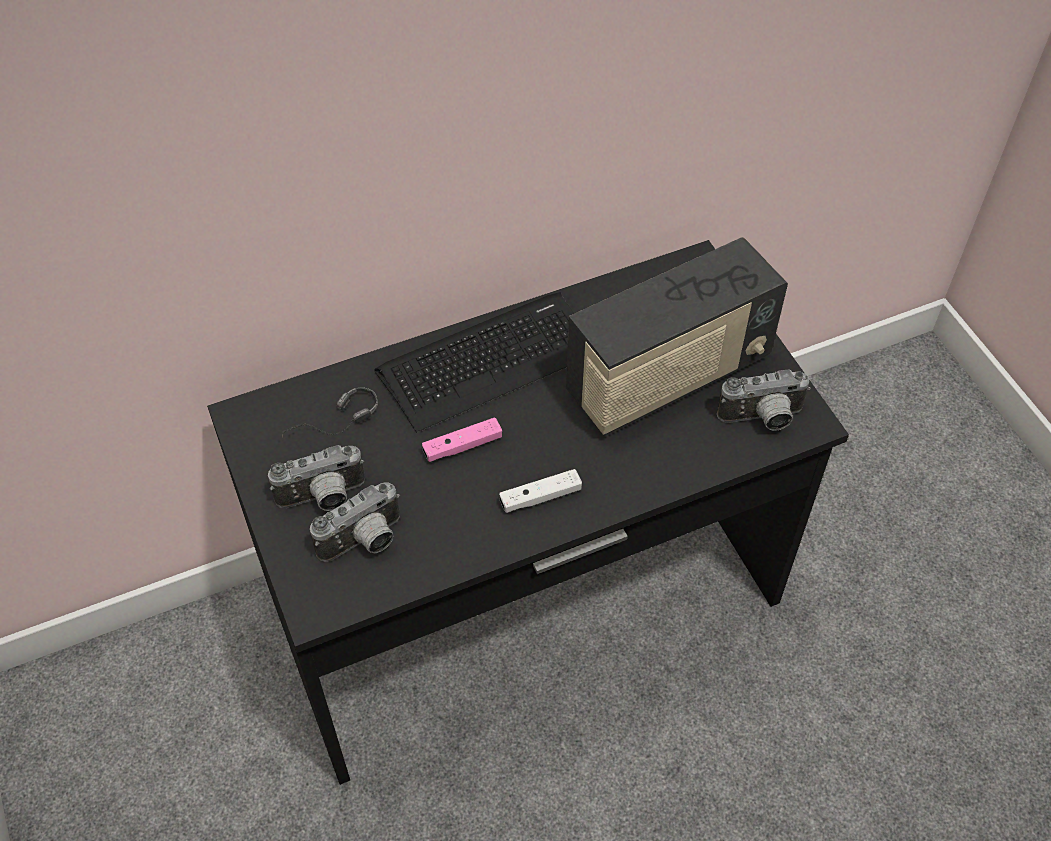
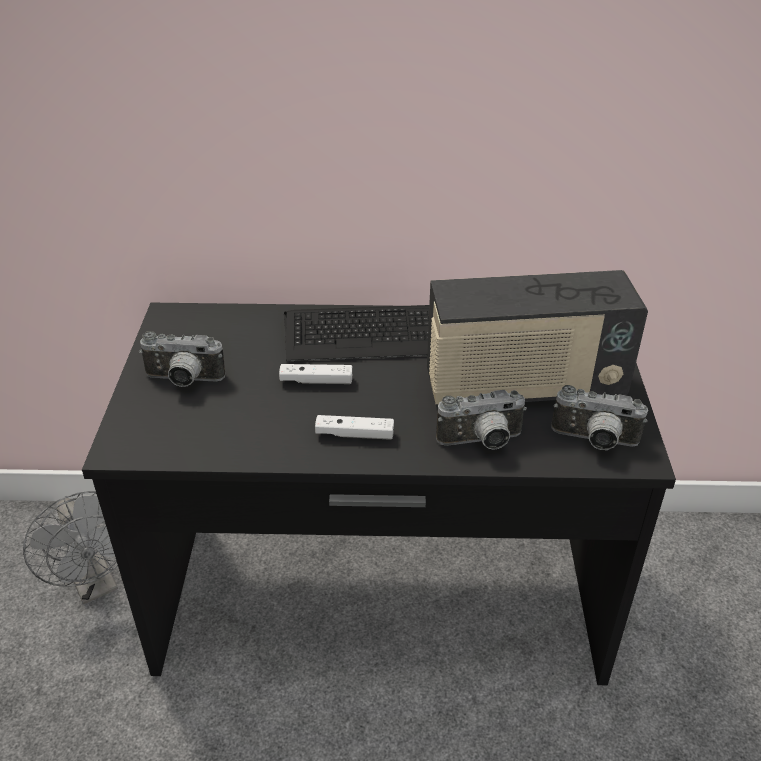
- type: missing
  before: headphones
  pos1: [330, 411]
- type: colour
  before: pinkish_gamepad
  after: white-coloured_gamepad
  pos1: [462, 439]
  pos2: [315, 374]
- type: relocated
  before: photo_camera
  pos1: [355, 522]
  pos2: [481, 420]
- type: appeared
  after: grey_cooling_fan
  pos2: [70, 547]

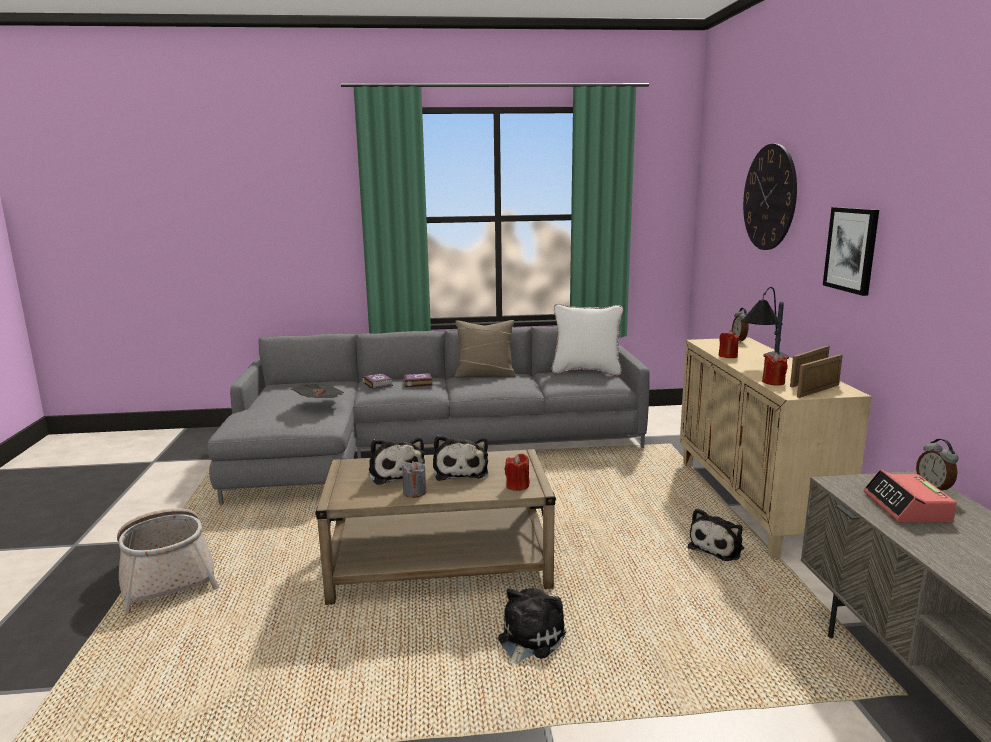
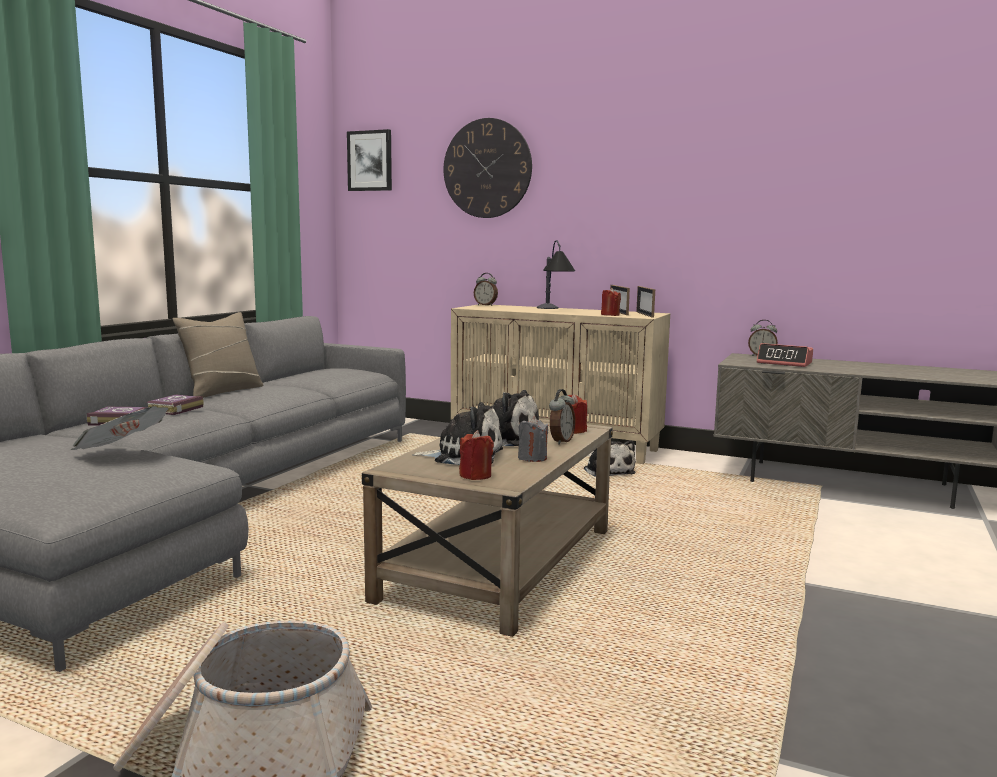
- type: relocated
  before: wall_picture
  pos1: [851, 251]
  pos2: [369, 160]
- type: missing
  before: white-coloured_cushion
  pos1: [587, 340]
- type: relocated
  before: red-coloured_candle
  pos1: [729, 344]
  pos2: [476, 455]
- type: missing
  before: cuddly_toy
  pos1: [532, 627]
- type: appeared
  after: table_clock
  pos2: [562, 417]

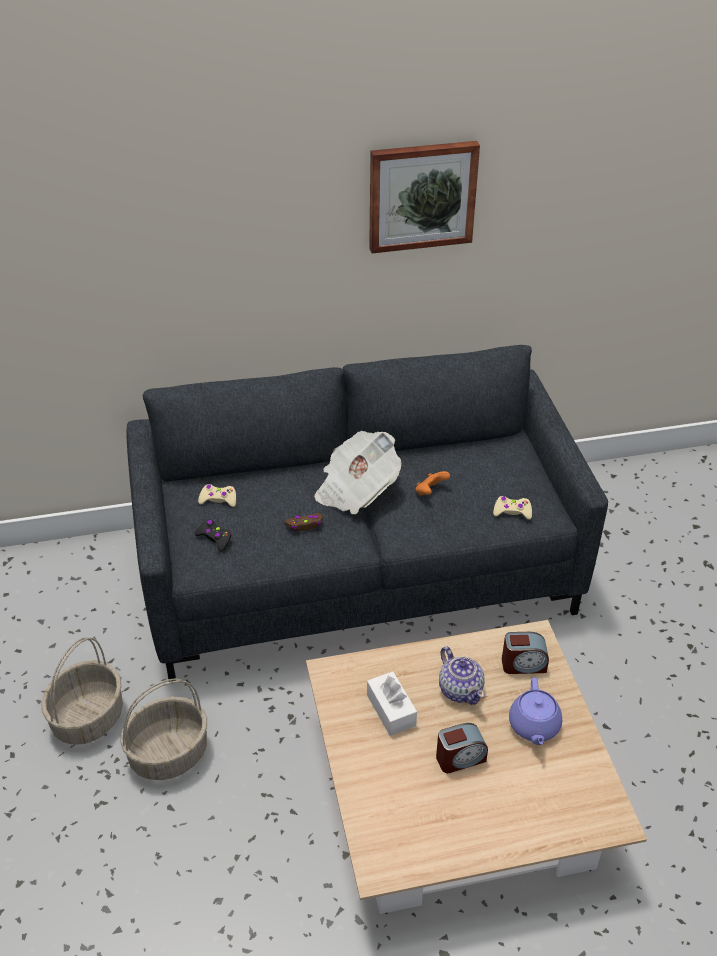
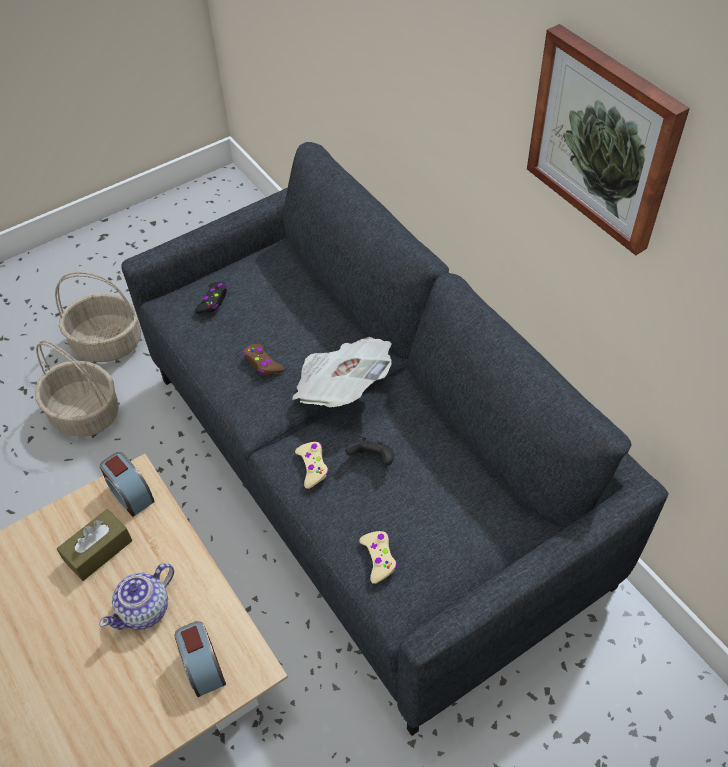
- type: colour
  before: orange_gamepad
  after: black_gamepad
  pos1: [433, 483]
  pos2: [369, 451]
- type: relocated
  before: beige-coloured_gamepad
  pos1: [217, 495]
  pos2: [312, 465]
- type: colour
  before: white-coloured_box_of_tissues
  after: brownish_box_of_tissues
  pos1: [392, 703]
  pos2: [94, 545]
- type: missing
  before: purple-coloured_tea_pot
  pos1: [535, 711]
- type: relocated
  before: table_clock
  pos1: [462, 748]
  pos2: [127, 484]

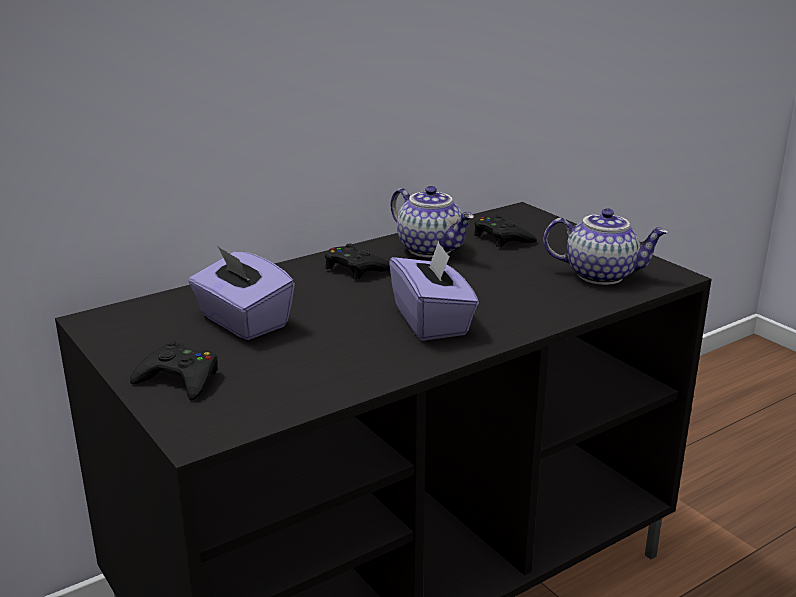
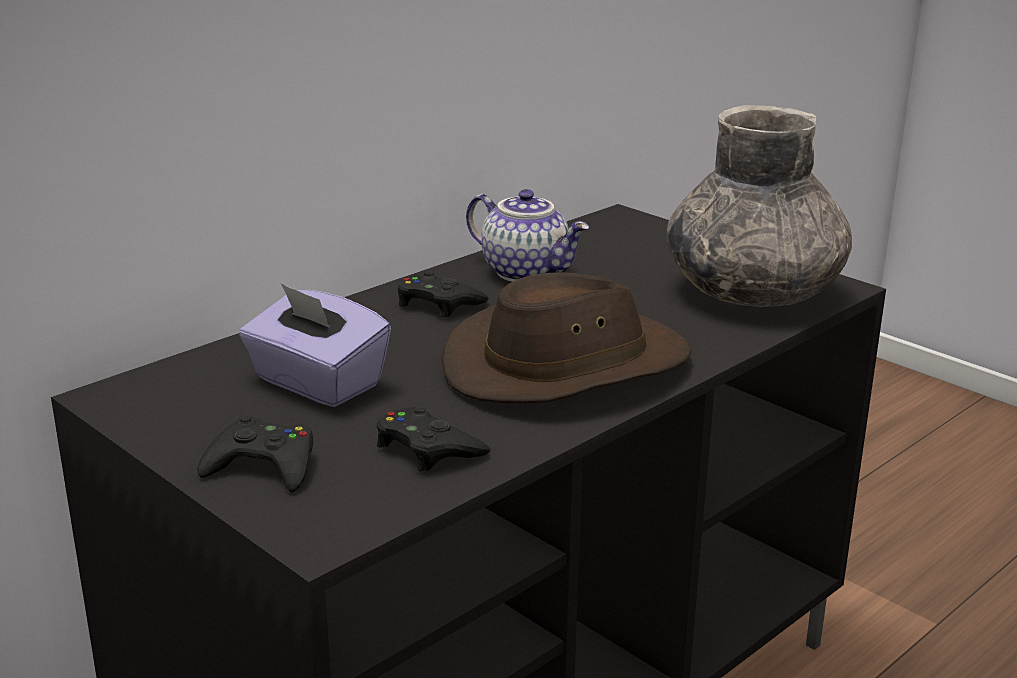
- type: exchanged
  before: tea_pot
  after: grey_vase
  pos1: [606, 246]
  pos2: [759, 206]
- type: relocated
  before: black_gamepad
  pos1: [505, 231]
  pos2: [433, 439]
- type: exchanged
  before: purple-coloured_box_of_tissues
  after: brownish_hat
  pos1: [434, 291]
  pos2: [567, 338]

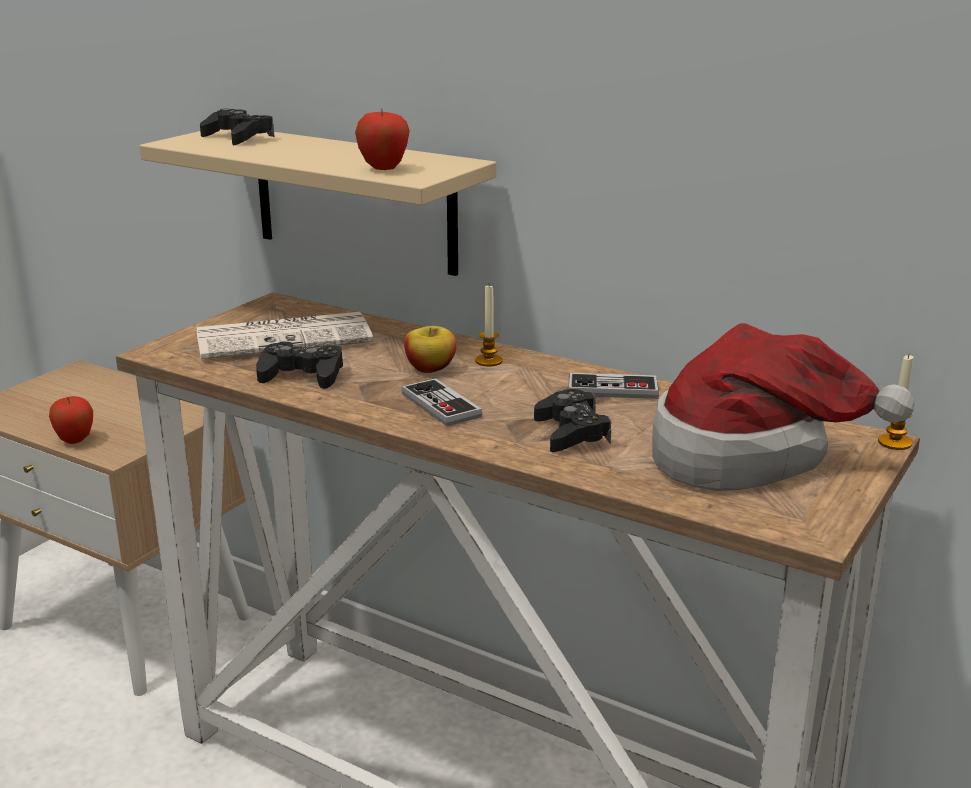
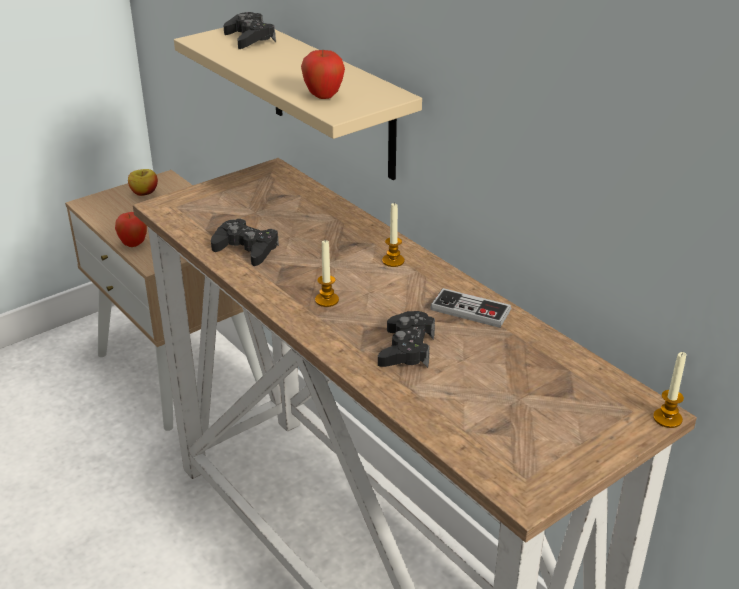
- type: missing
  before: daily_paper
  pos1: [284, 335]
- type: missing
  before: hat
  pos1: [783, 407]
- type: relocated
  before: apple_fruit
  pos1: [430, 349]
  pos2: [143, 182]
- type: exchanged
  before: gamepad
  after: candle
  pos1: [441, 402]
  pos2: [327, 273]

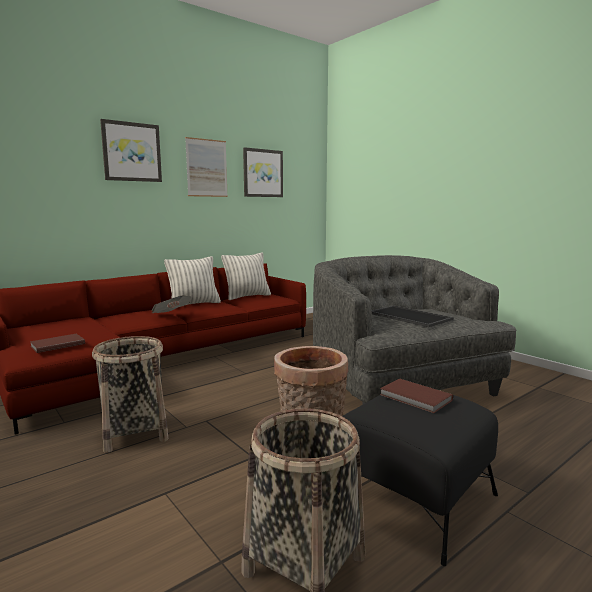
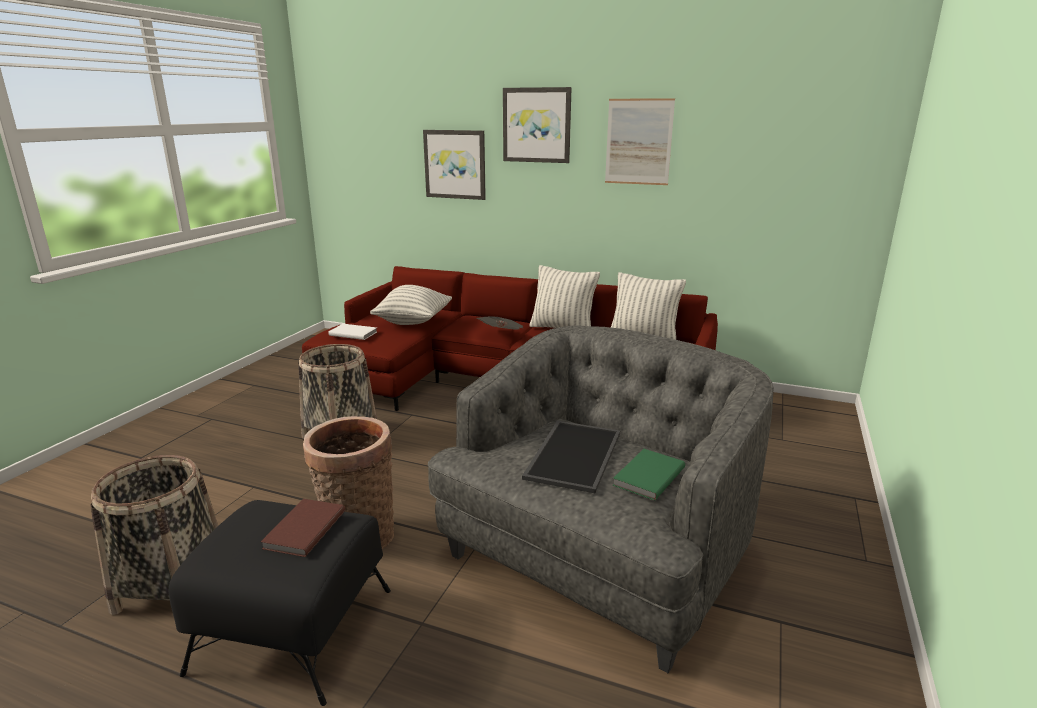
- type: relocated
  before: wall_picture
  pos1: [263, 172]
  pos2: [454, 165]
- type: colour
  before: brownish_bound_book
  after: white-coloured_bound_book
  pos1: [57, 343]
  pos2: [352, 332]
- type: appeared
  after: cushion
  pos2: [411, 305]
- type: appeared
  after: green_bound_book
  pos2: [649, 474]

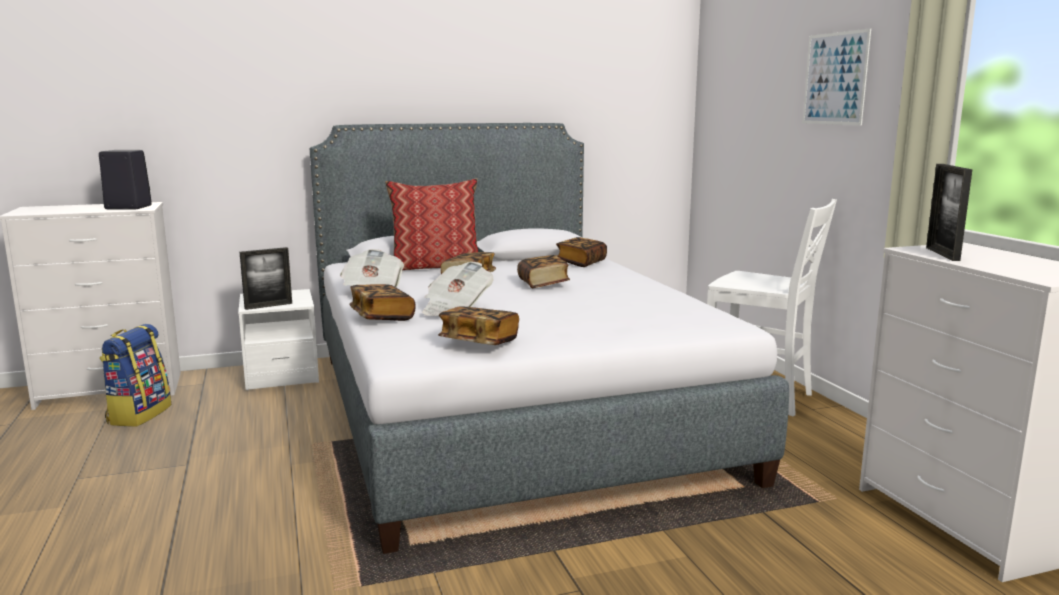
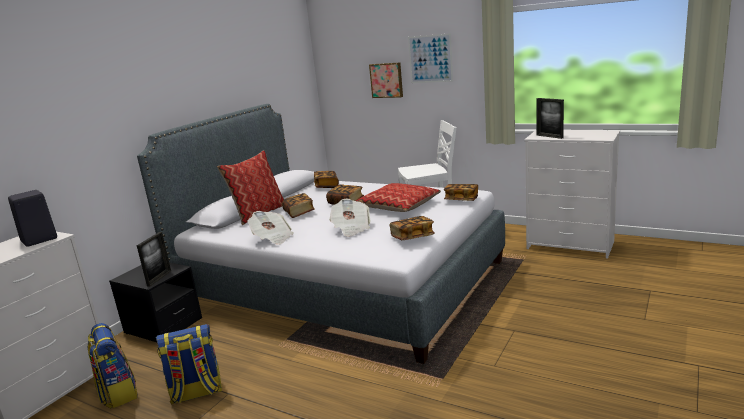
- type: relocated
  before: bound_book
  pos1: [382, 302]
  pos2: [461, 192]
- type: colour
  before: white-coloured_nightstand
  after: black_nightstand
  pos1: [278, 339]
  pos2: [155, 302]
- type: appeared
  after: wall_picture
  pos2: [386, 80]
- type: appeared
  after: cushion
  pos2: [398, 197]
- type: appeared
  after: rucksack
  pos2: [189, 364]

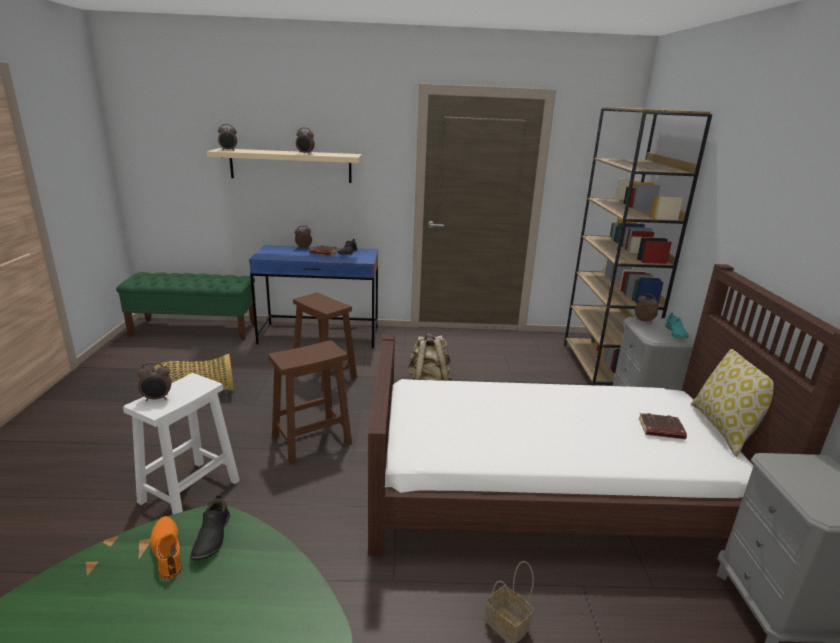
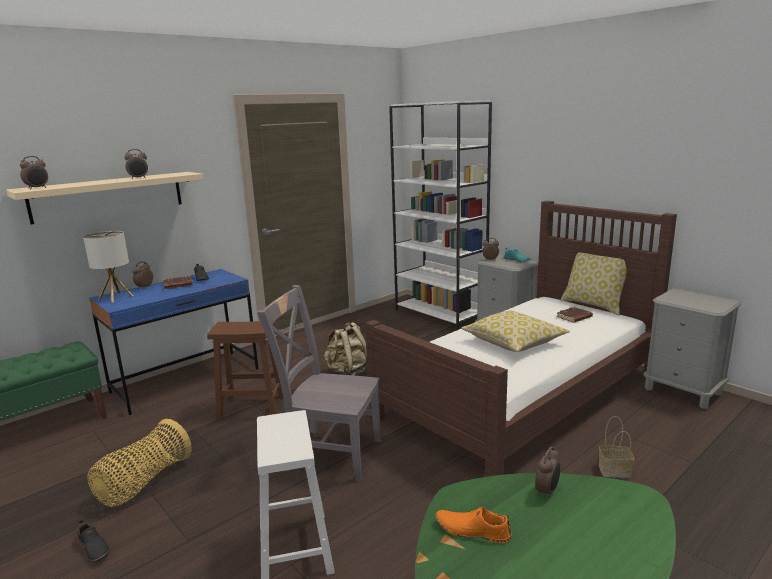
- type: colour
  before: brownish_shelving_unit
  after: white-coloured_shelving_unit
  pos1: [638, 246]
  pos2: [440, 216]
- type: exchanged
  before: brownish_stool
  after: grey_plain_chair
  pos1: [310, 402]
  pos2: [319, 383]
- type: relocated
  before: table_clock
  pos1: [154, 381]
  pos2: [547, 473]
- type: relocated
  before: black_item_of_footwear
  pos1: [210, 527]
  pos2: [93, 540]
- type: appeared
  after: table_lamp
  pos2: [108, 267]
- type: appeared
  after: cushion
  pos2: [515, 331]

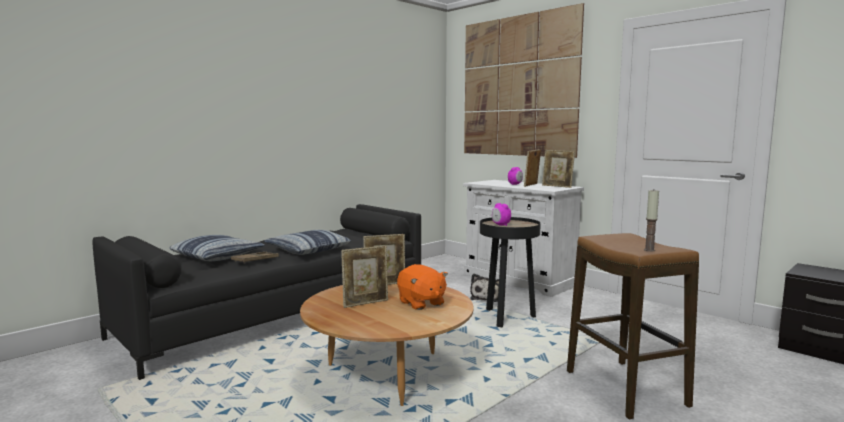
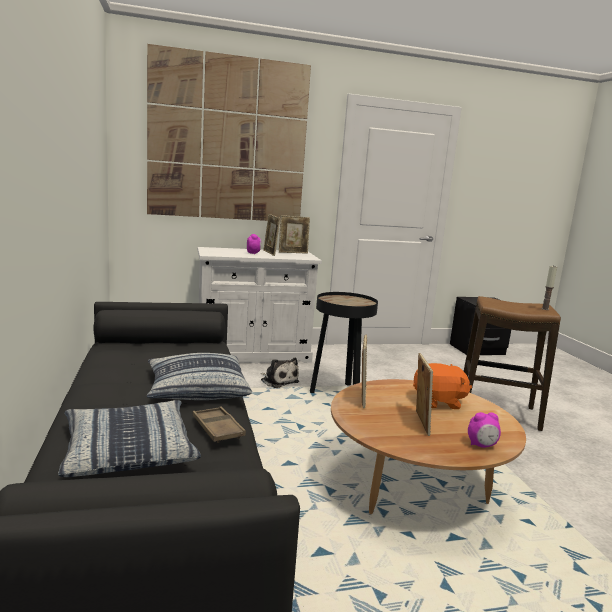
- type: relocated
  before: table_clock
  pos1: [501, 214]
  pos2: [484, 430]

